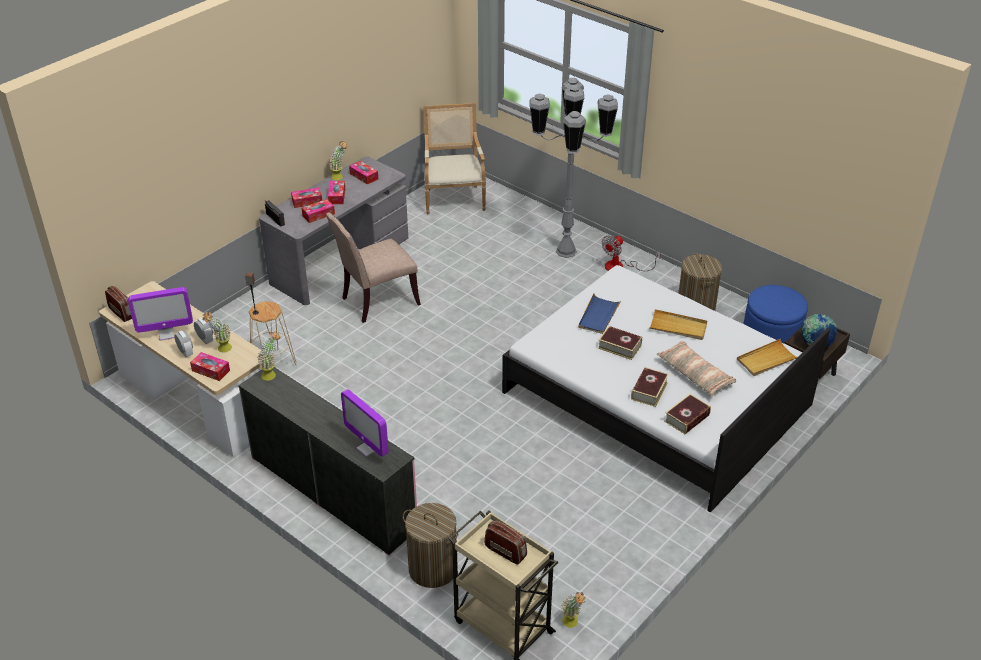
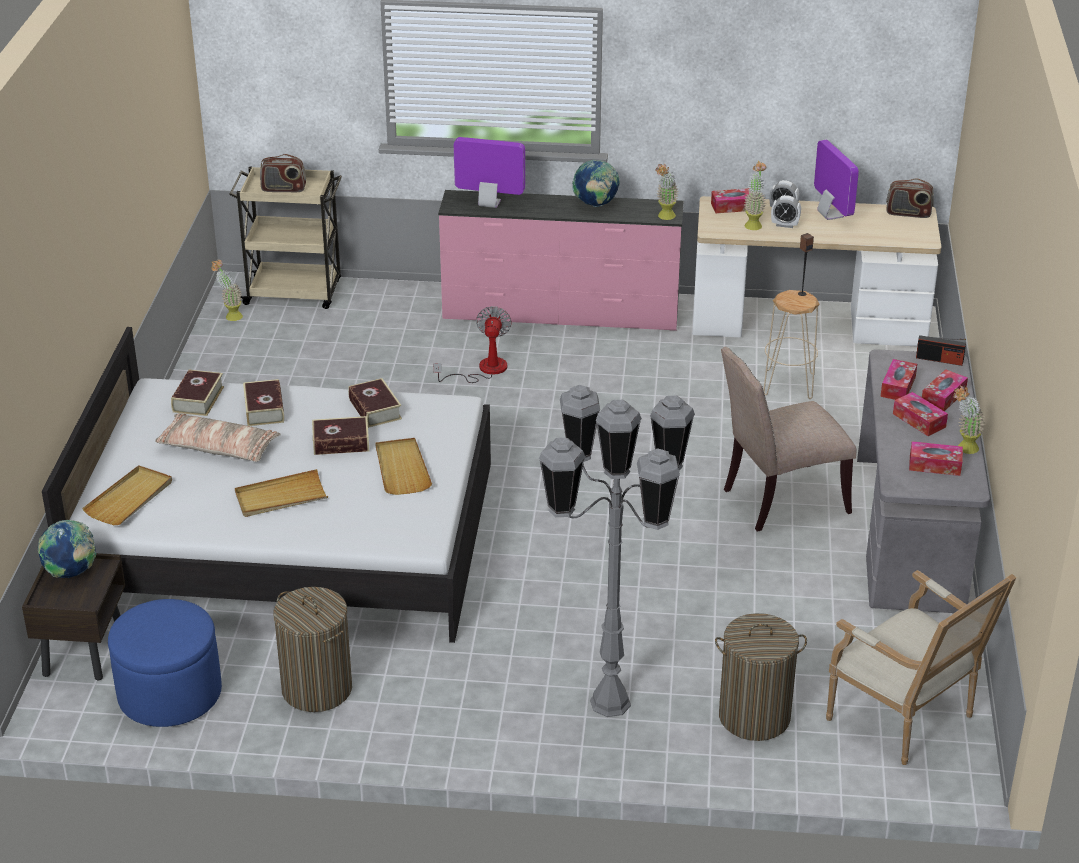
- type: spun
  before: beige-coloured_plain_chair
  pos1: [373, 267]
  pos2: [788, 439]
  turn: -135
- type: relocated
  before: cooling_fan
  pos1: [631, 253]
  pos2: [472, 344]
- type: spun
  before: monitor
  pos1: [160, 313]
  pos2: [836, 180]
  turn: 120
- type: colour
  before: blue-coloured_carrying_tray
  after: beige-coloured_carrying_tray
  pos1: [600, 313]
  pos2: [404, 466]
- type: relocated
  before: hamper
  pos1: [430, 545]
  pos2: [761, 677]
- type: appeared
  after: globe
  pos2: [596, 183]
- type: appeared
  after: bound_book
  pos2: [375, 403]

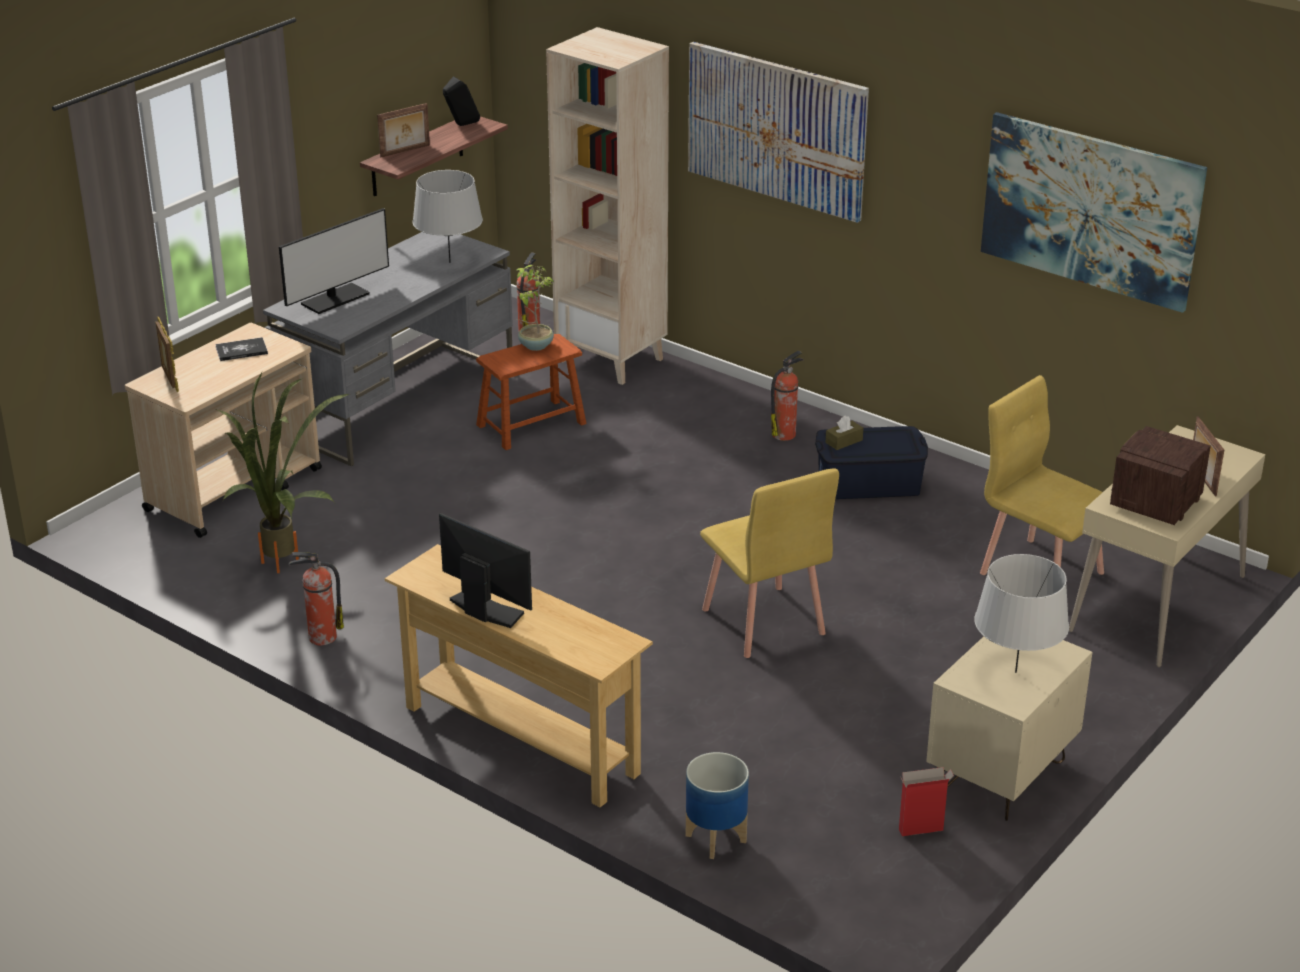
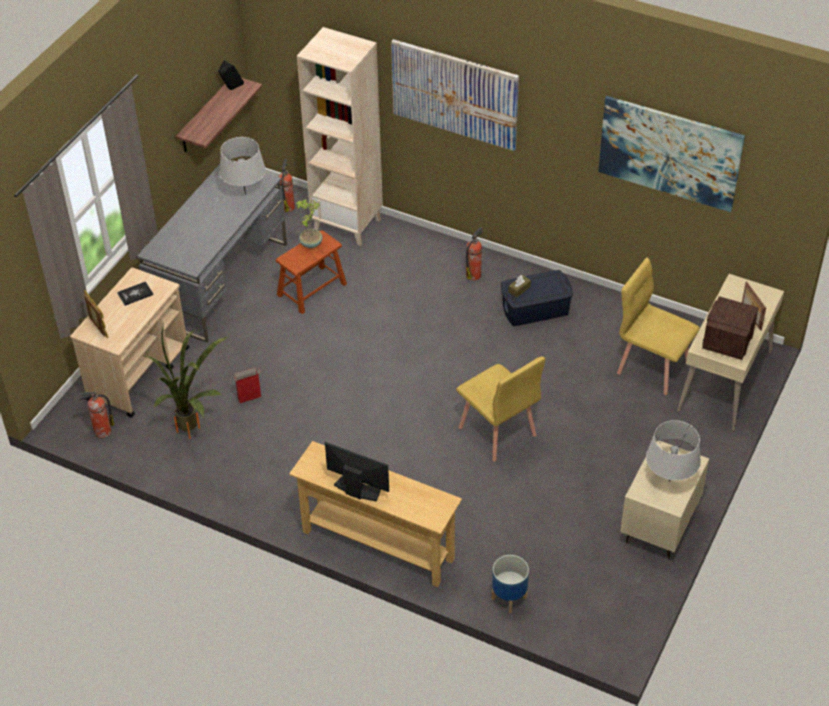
- type: missing
  before: standing_frame
  pos1: [403, 130]
- type: missing
  before: monitor
  pos1: [334, 261]
- type: relocated
  before: fire_extinguisher
  pos1: [316, 598]
  pos2: [96, 414]
- type: relocated
  before: carton
  pos1: [926, 801]
  pos2: [247, 385]

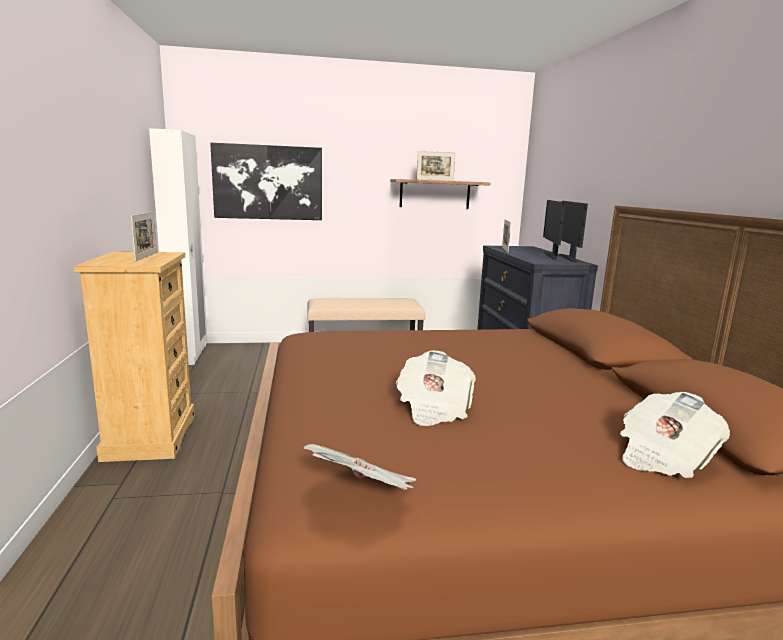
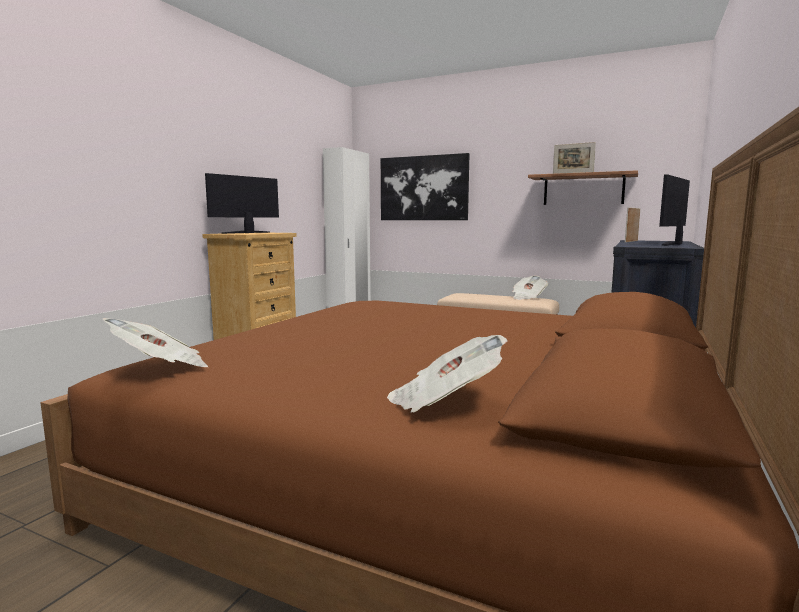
- type: relocated
  before: monitor
  pos1: [573, 231]
  pos2: [242, 203]
- type: missing
  before: standing_frame
  pos1: [144, 236]
- type: relocated
  before: daily_paper
  pos1: [436, 388]
  pos2: [530, 288]

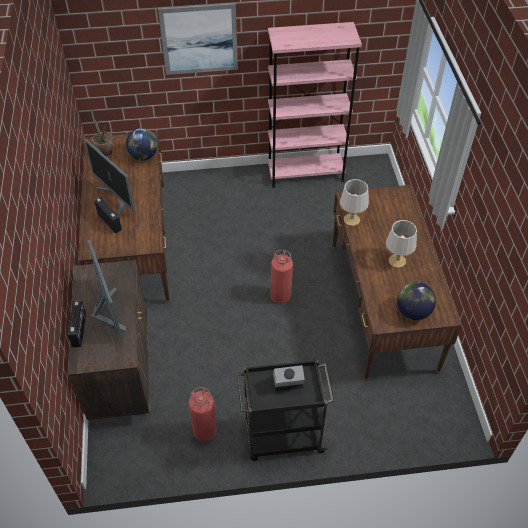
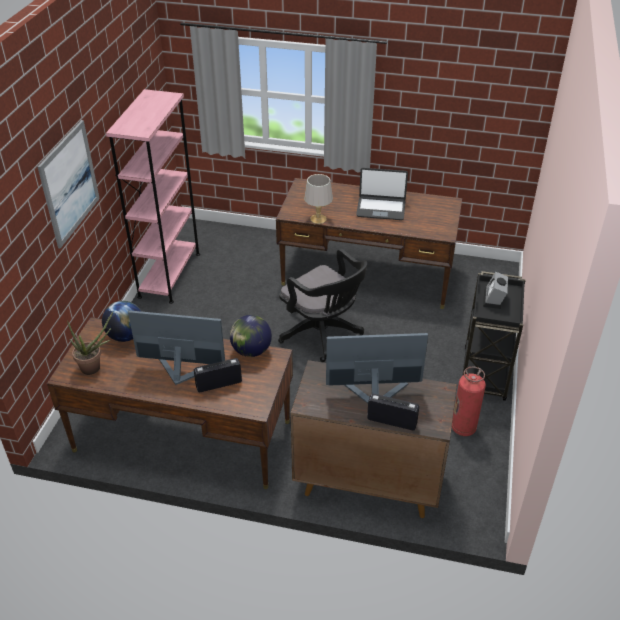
- type: spun
  before: monitor
  pos1: [109, 177]
  pos2: [176, 347]
  turn: -150
- type: exchanged
  before: grey_table_lamp
  after: portable_computer
  pos1: [401, 244]
  pos2: [382, 194]
- type: exchanged
  before: fire_extinguisher
  after: black_computer_chair
  pos1: [281, 277]
  pos2: [322, 305]
- type: relocated
  before: globe
  pos1: [416, 301]
  pos2: [251, 336]

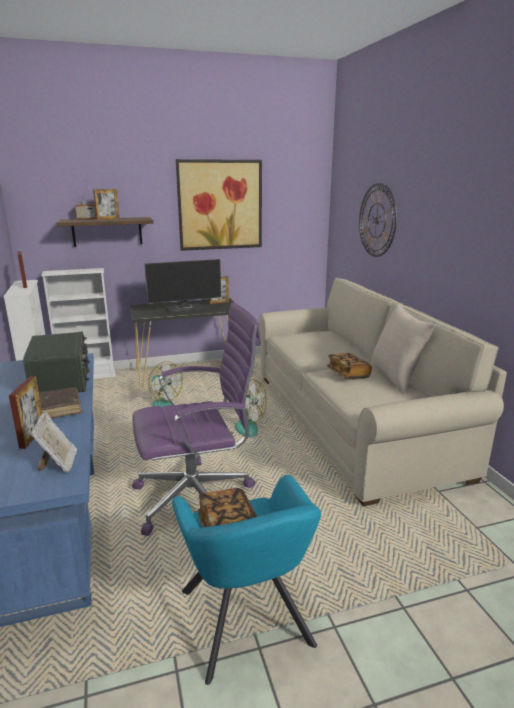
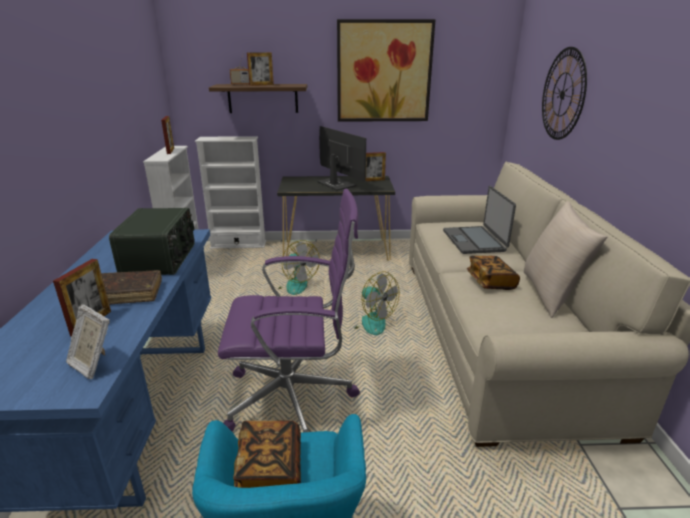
- type: spun
  before: monitor
  pos1: [183, 286]
  pos2: [341, 158]
  turn: -120
- type: spun
  before: standing_frame
  pos1: [54, 443]
  pos2: [88, 341]
  turn: 120
- type: appeared
  after: portable_computer
  pos2: [479, 220]

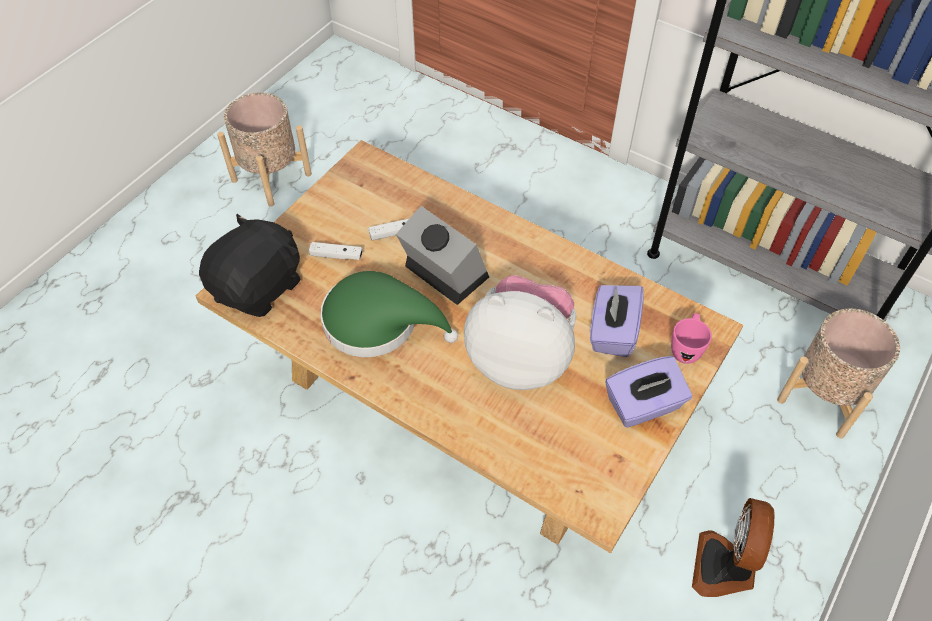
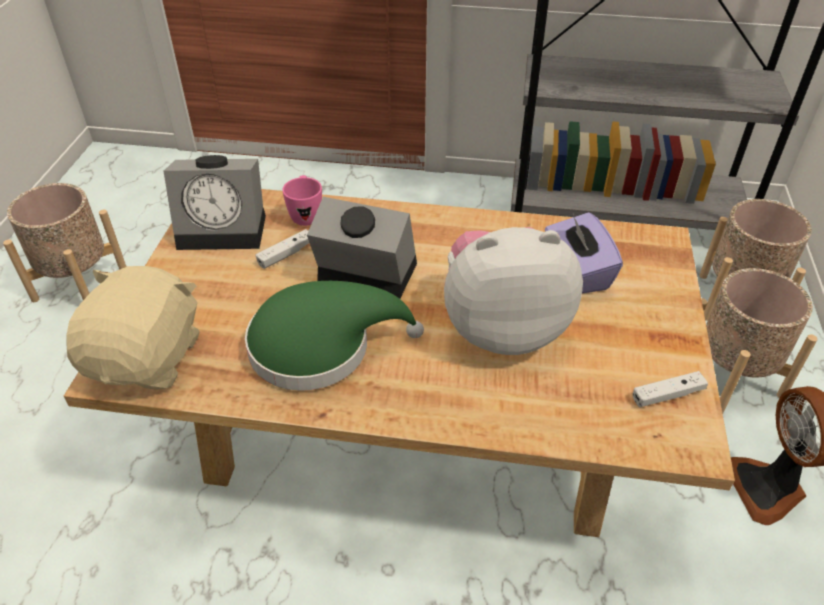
- type: colour
  before: black_cuddly_toy
  after: beige-coloured_cuddly_toy
  pos1: [250, 265]
  pos2: [133, 328]
- type: relocated
  before: white-coloured_gamepad
  pos1: [335, 251]
  pos2: [670, 389]
- type: relocated
  before: pinkish_tea_mug
  pos1: [691, 338]
  pos2: [302, 200]
- type: missing
  before: purple-coloured_box_of_tissues
  pos1: [649, 392]
- type: appeared
  after: table_clock
  pos2: [214, 202]
- type: appeared
  after: beige-coloured_flower_pot
  pos2: [759, 340]

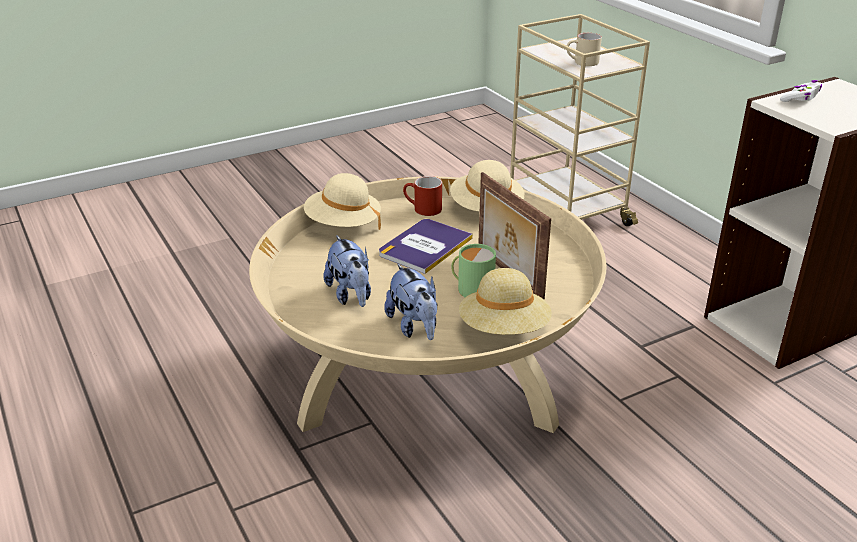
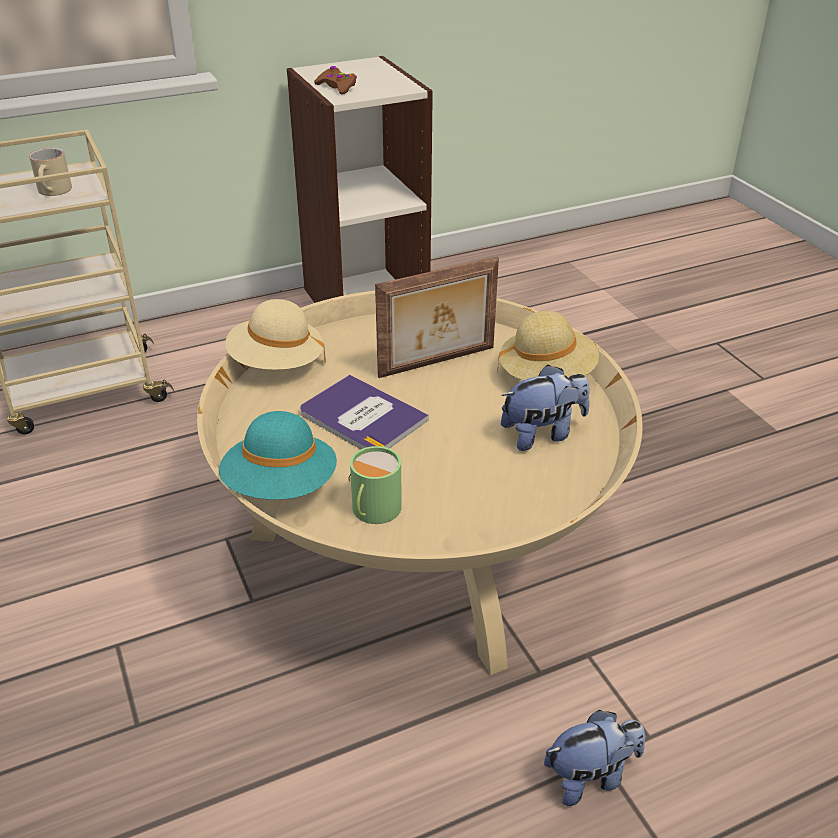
- type: colour
  before: white-coloured_gamepad
  after: brownish_gamepad
  pos1: [801, 91]
  pos2: [335, 80]
- type: colour
  before: beige-coloured_hat
  after: turquoise_hat
  pos1: [342, 201]
  pos2: [278, 455]
- type: missing
  before: red-coloured_tea_mug
  pos1: [422, 196]
- type: relocated
  before: cuddly_toy
  pos1: [347, 271]
  pos2: [594, 758]
- type: relocated
  before: green_tea_mug
  pos1: [473, 270]
  pos2: [375, 485]

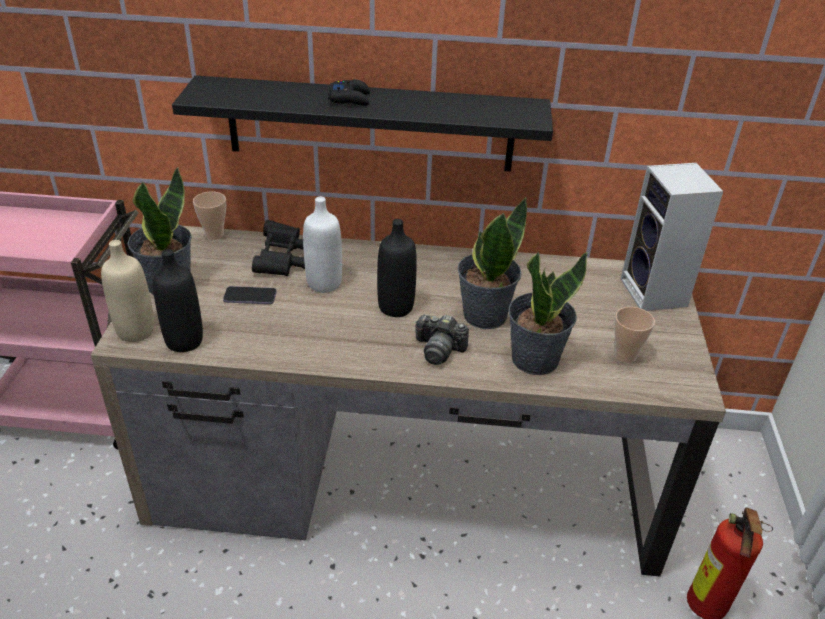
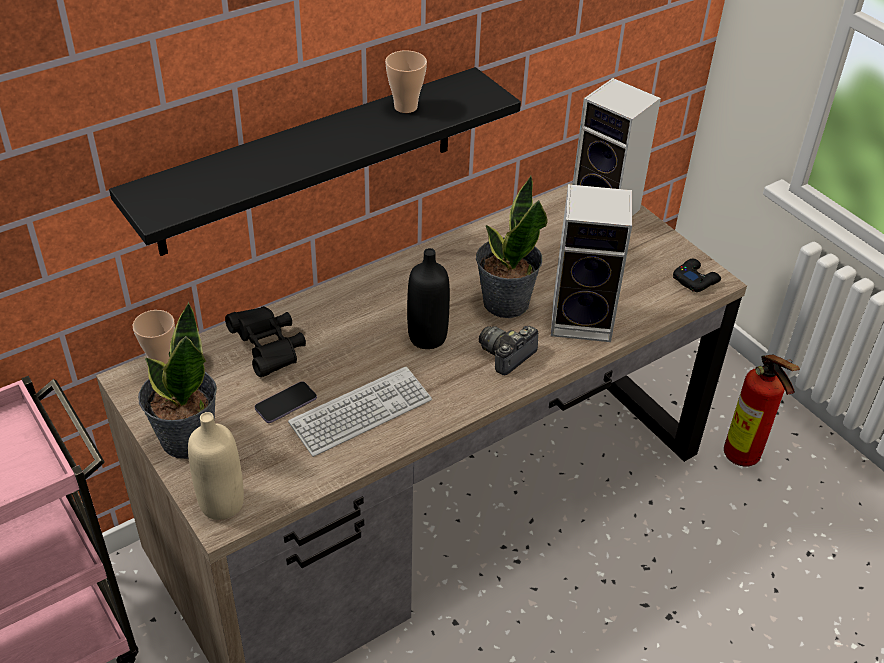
- type: relocated
  before: black_gamepad
  pos1: [349, 92]
  pos2: [697, 275]
- type: missing
  before: white-coloured_bottle
  pos1: [322, 244]
- type: missing
  before: black_bottle
  pos1: [178, 300]
- type: exchanged
  before: houseplant
  after: audio_speaker
  pos1: [548, 313]
  pos2: [591, 263]
- type: relocated
  before: small_cup
  pos1: [634, 335]
  pos2: [406, 81]
- type: spun
  before: photo_camera
  pos1: [442, 340]
  pos2: [508, 351]
  turn: 150
- type: appeared
  after: keyboard
  pos2: [360, 412]

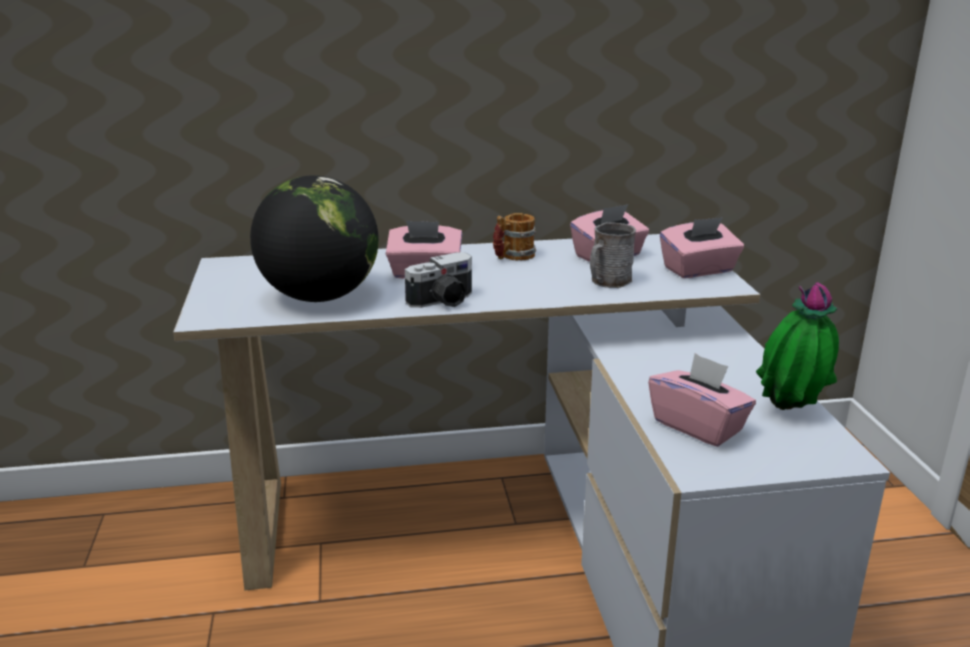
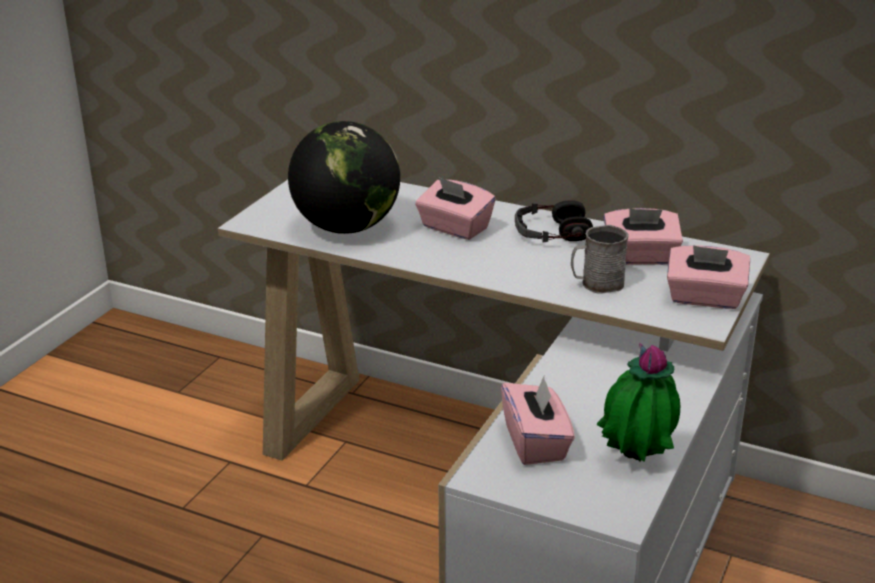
- type: exchanged
  before: tea_mug
  after: headphones
  pos1: [514, 237]
  pos2: [554, 221]
- type: missing
  before: photo_camera
  pos1: [438, 280]

